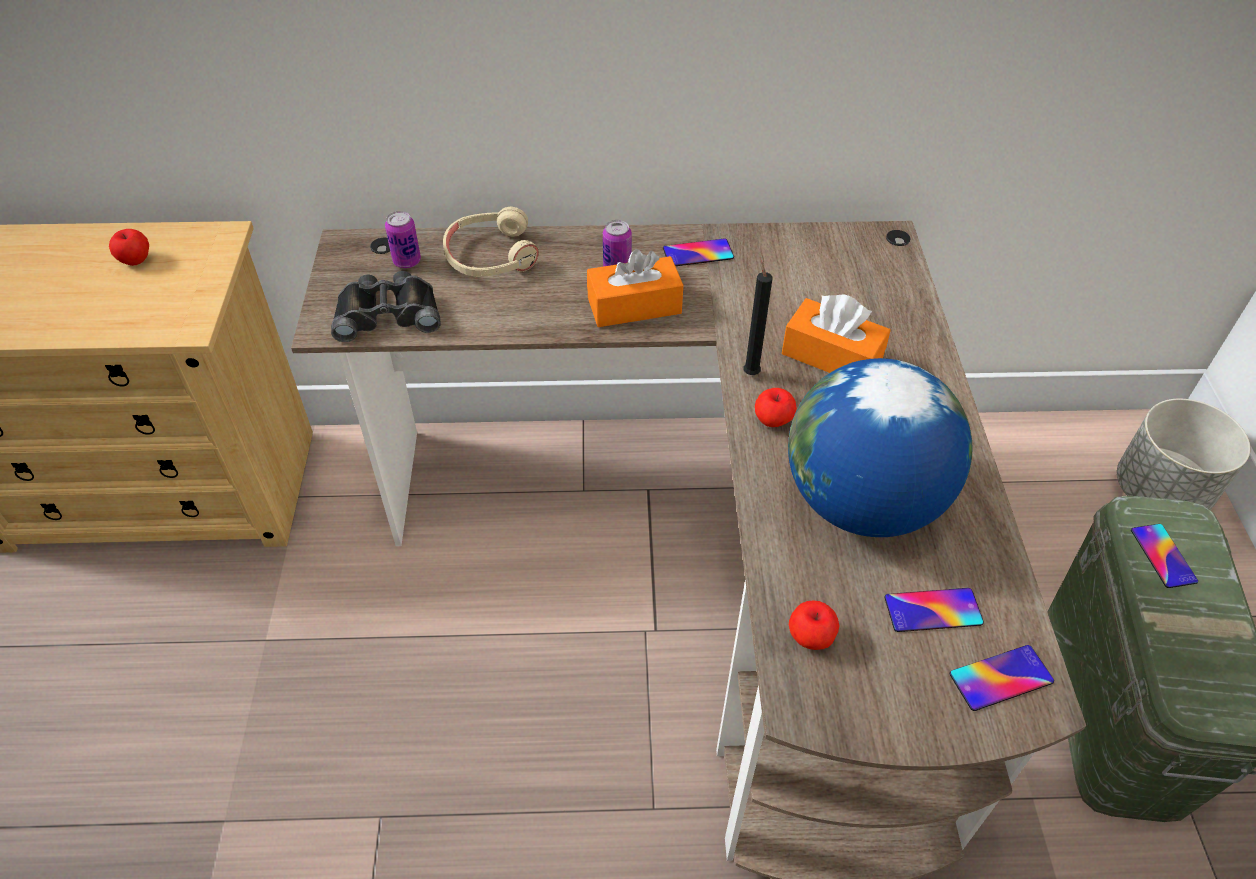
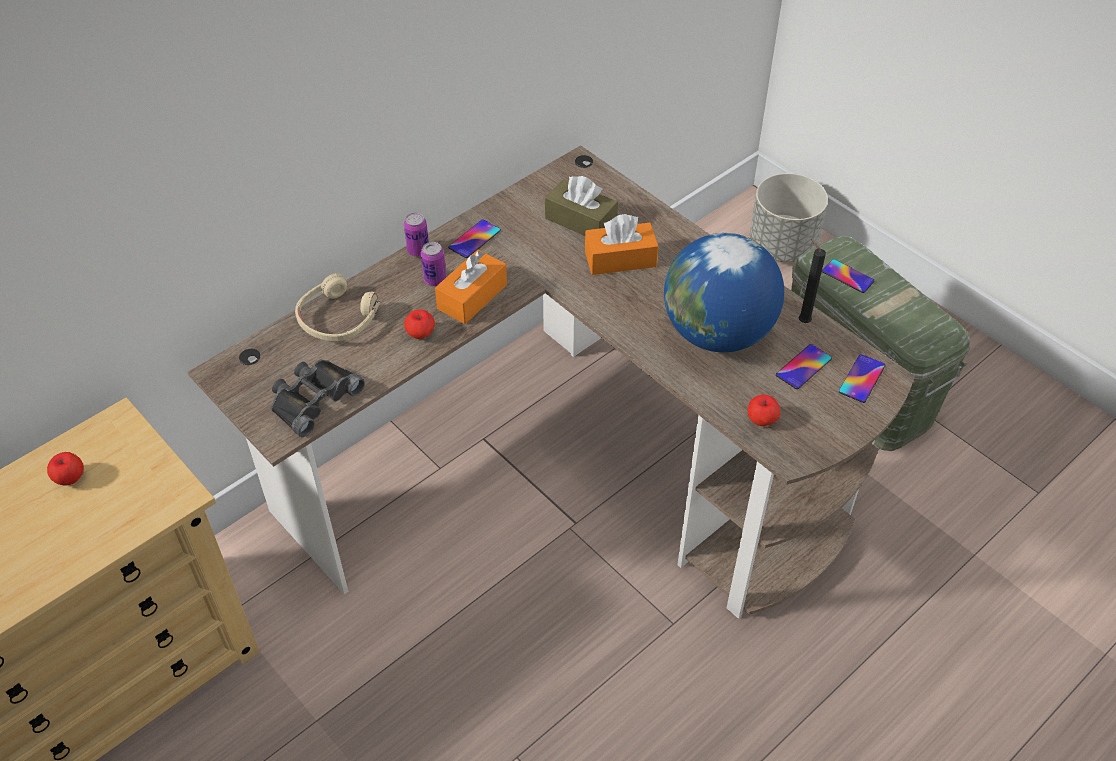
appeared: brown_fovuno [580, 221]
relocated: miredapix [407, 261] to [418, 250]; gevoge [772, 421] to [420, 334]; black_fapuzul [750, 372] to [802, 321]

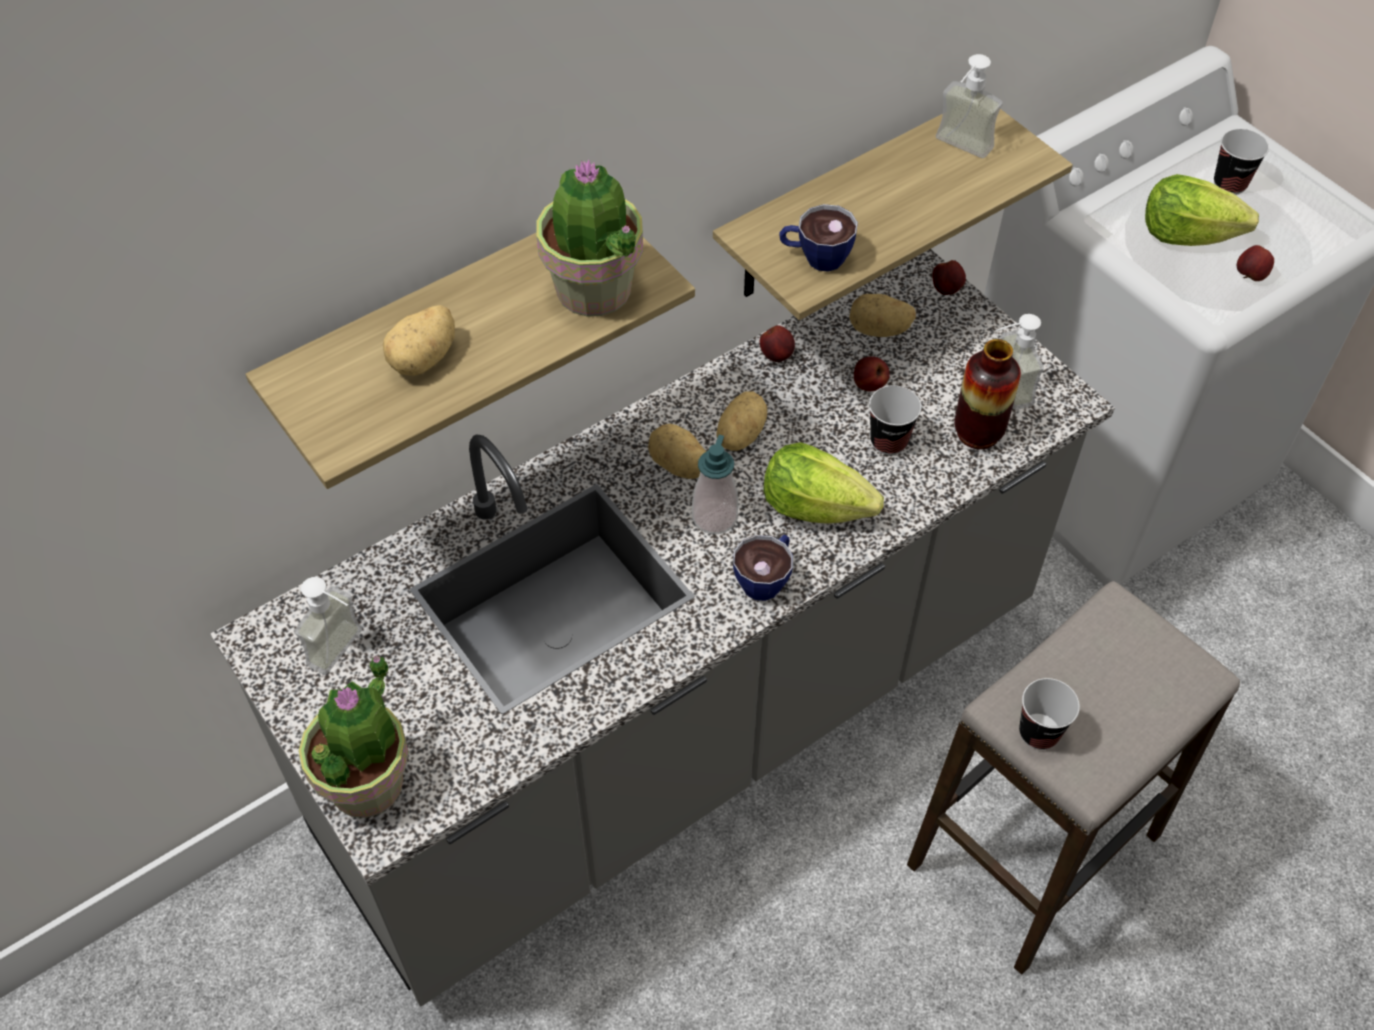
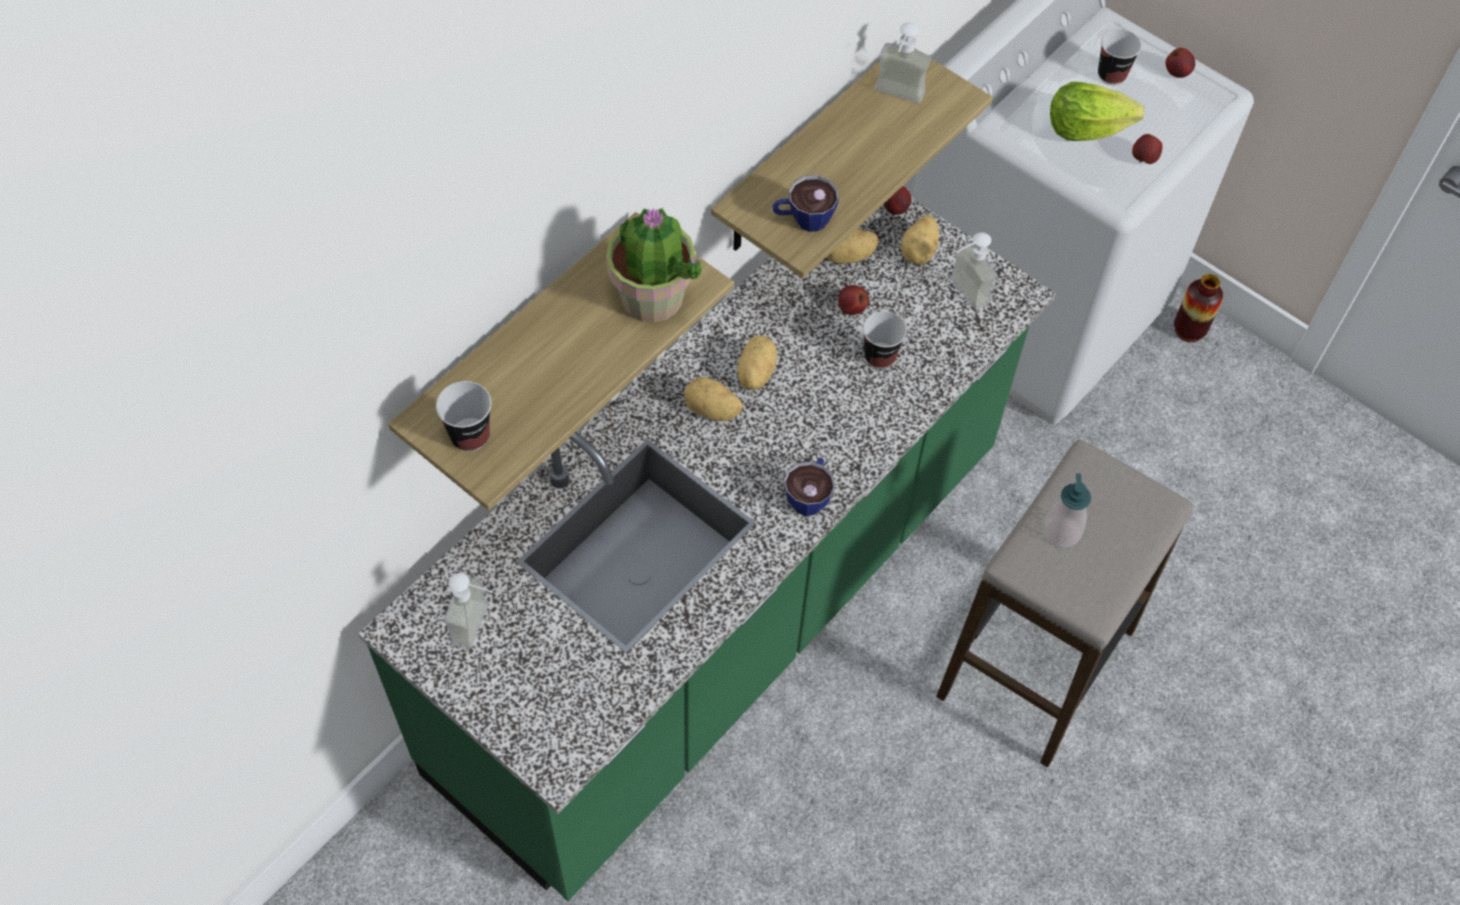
missing: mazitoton [368, 783]; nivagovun [814, 506]
relocated: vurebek [1039, 733] to [470, 436]; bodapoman [425, 359] to [920, 251]; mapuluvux [714, 517] to [1061, 532]; gevoge [777, 355] to [1177, 73]; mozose [978, 433] to [1189, 330]
colour: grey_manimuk [687, 724] to green_manimuk [723, 614]

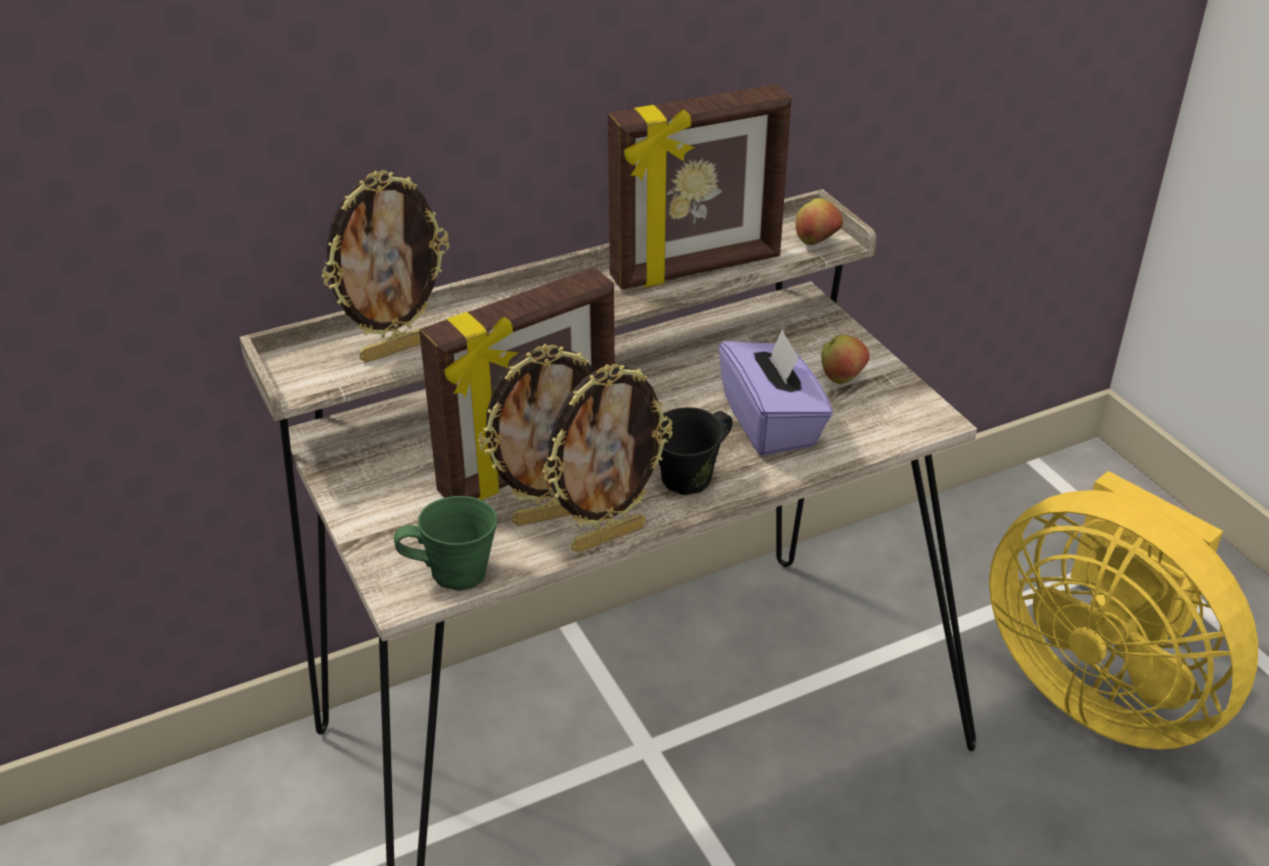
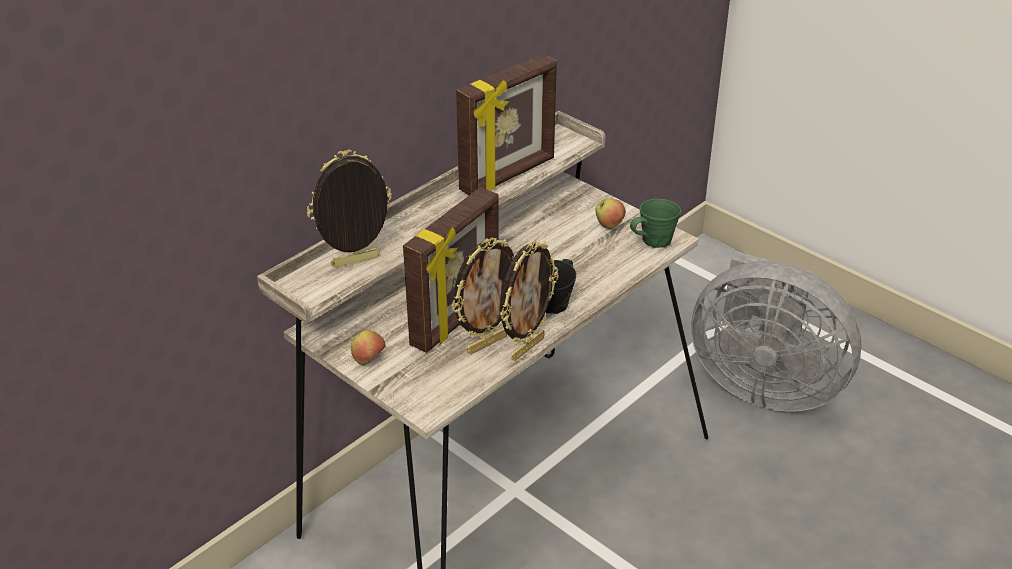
missing: purple_fovuno [772, 423]
relocated: gevoge [816, 243] to [369, 360]; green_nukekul [455, 573] to [654, 241]
colour: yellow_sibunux [1099, 689] to grey_sibunux [763, 384]
spun: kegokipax [396, 349] = [356, 263] 150 degrees counterclockwise

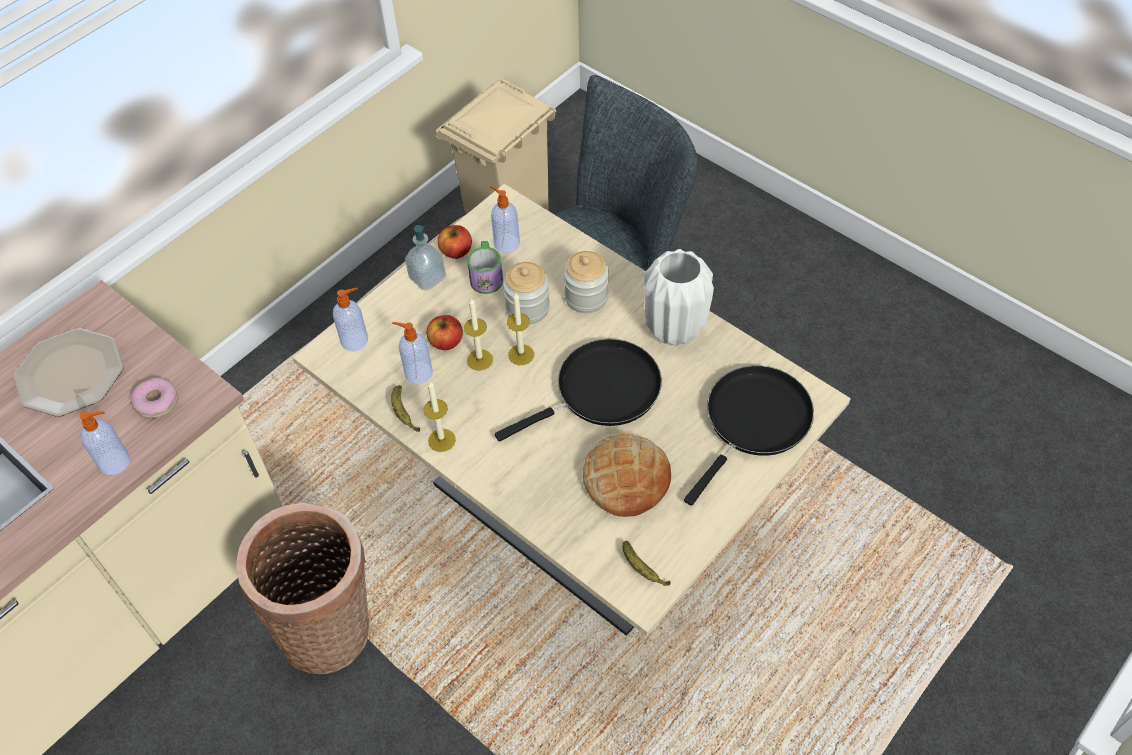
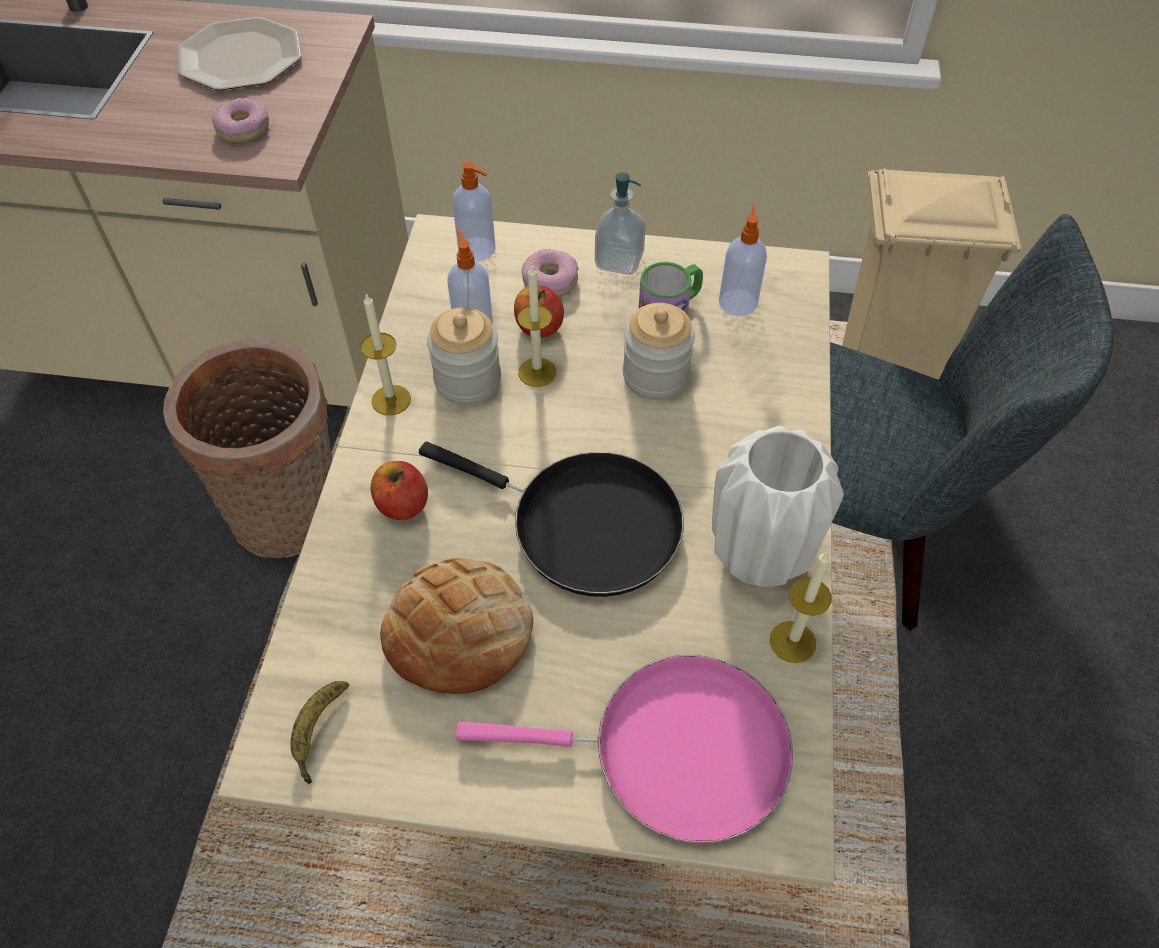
missing: mapuluvux [116, 462]; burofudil [404, 413]
appeared: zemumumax [550, 280]
relocated: gevoge [456, 251] to [402, 505]; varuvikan [586, 297] to [468, 381]; fapuzul [521, 354] to [792, 642]
colour: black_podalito [754, 422] to pink_podalito [675, 751]

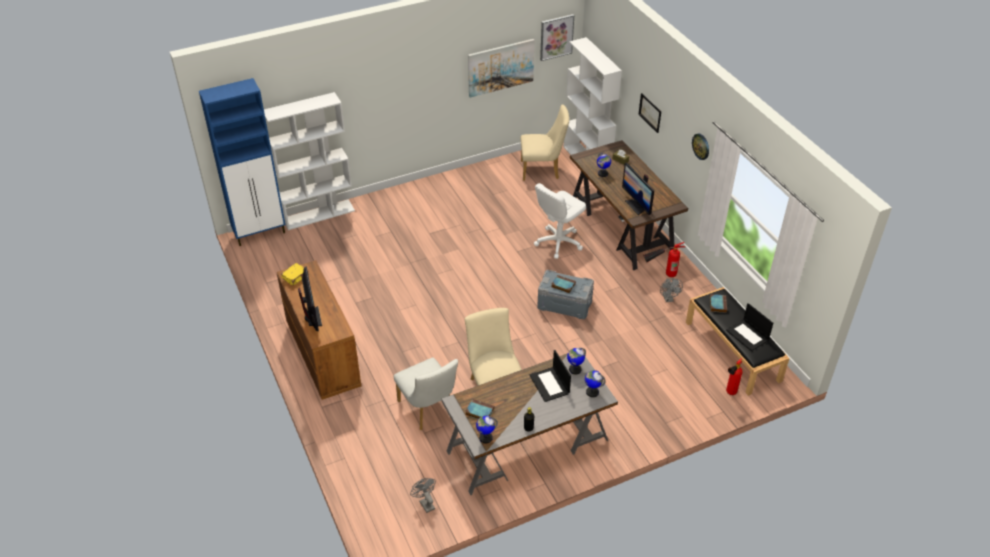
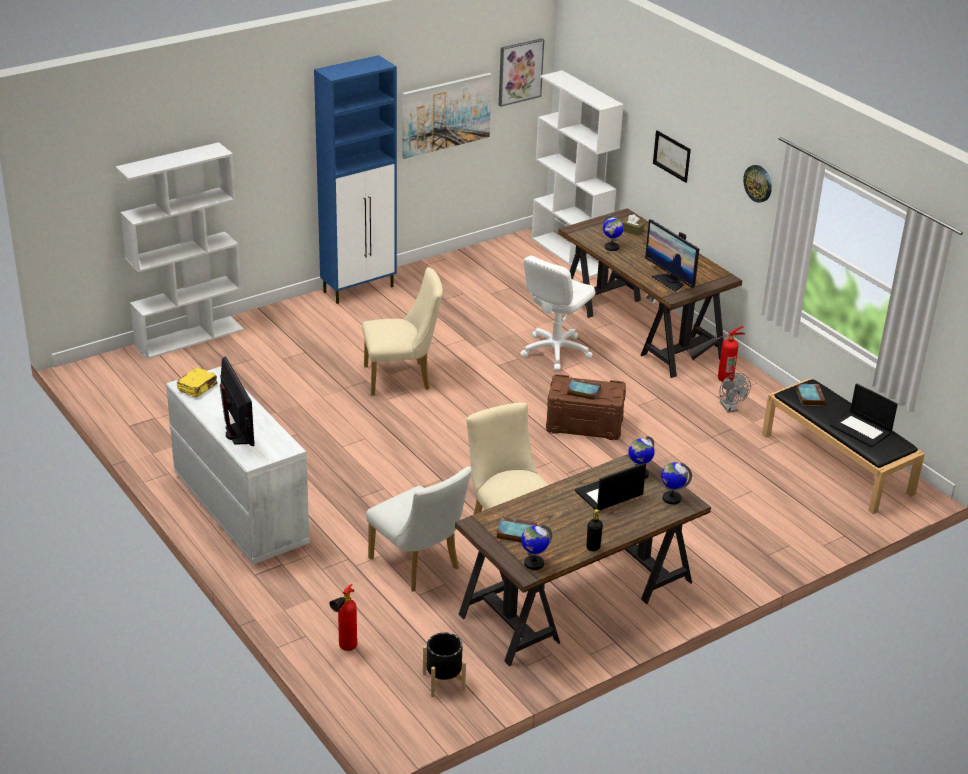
relocated: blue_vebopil [260, 233] to [359, 289]; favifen [729, 393] to [345, 649]; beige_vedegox [543, 170] to [402, 378]
exchanged: grey_sibunux [425, 503] to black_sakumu [444, 682]
colour: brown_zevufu [323, 354] to white_zevufu [240, 509]; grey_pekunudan [528, 446] to brown_pekunudan [577, 599]; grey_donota [564, 305] to brown_donota [584, 425]
spun: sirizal [550, 384] = [608, 494] 90 degrees clockwise

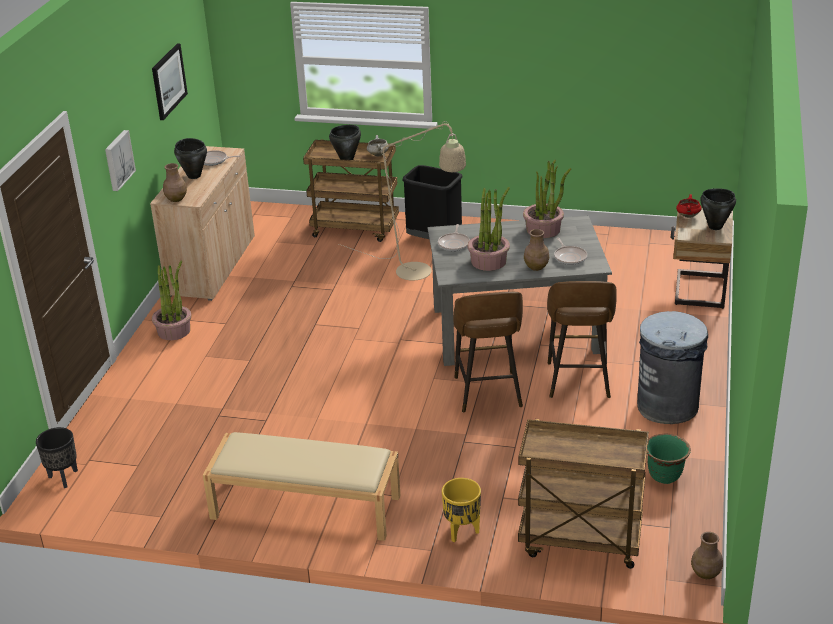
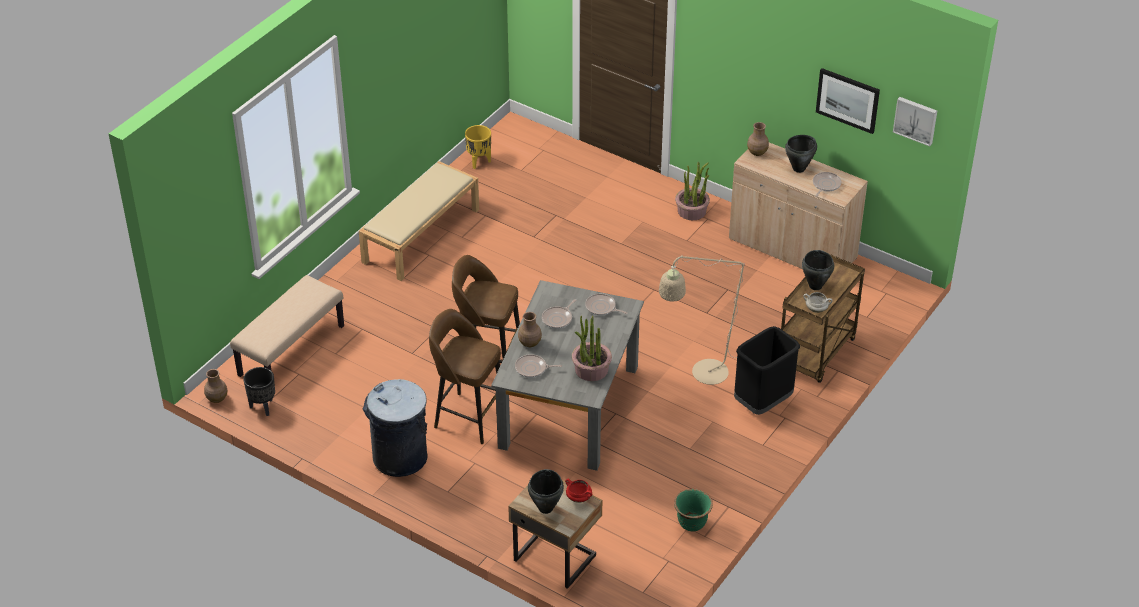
relocated: black_sakumu [63, 478] to [263, 407]; yellow_sakumu [461, 532] to [479, 162]; green_sakumu [665, 475] to [692, 523]; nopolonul [118, 160] to [915, 120]
exchanged: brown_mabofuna [579, 542] to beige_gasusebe [291, 350]; mazitoton [489, 261] to podalito [558, 319]

